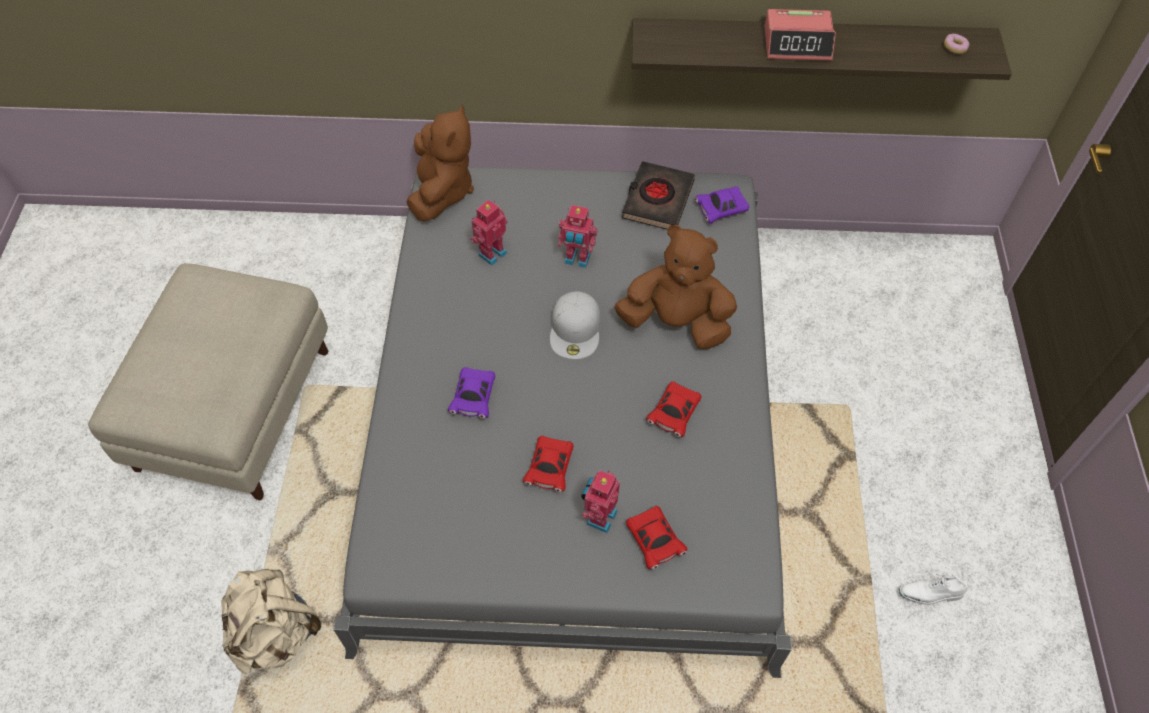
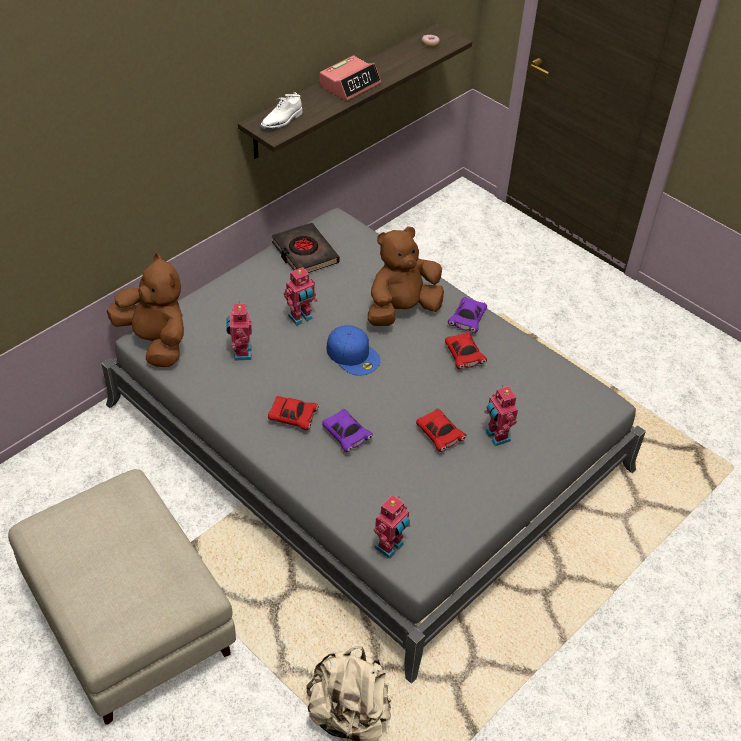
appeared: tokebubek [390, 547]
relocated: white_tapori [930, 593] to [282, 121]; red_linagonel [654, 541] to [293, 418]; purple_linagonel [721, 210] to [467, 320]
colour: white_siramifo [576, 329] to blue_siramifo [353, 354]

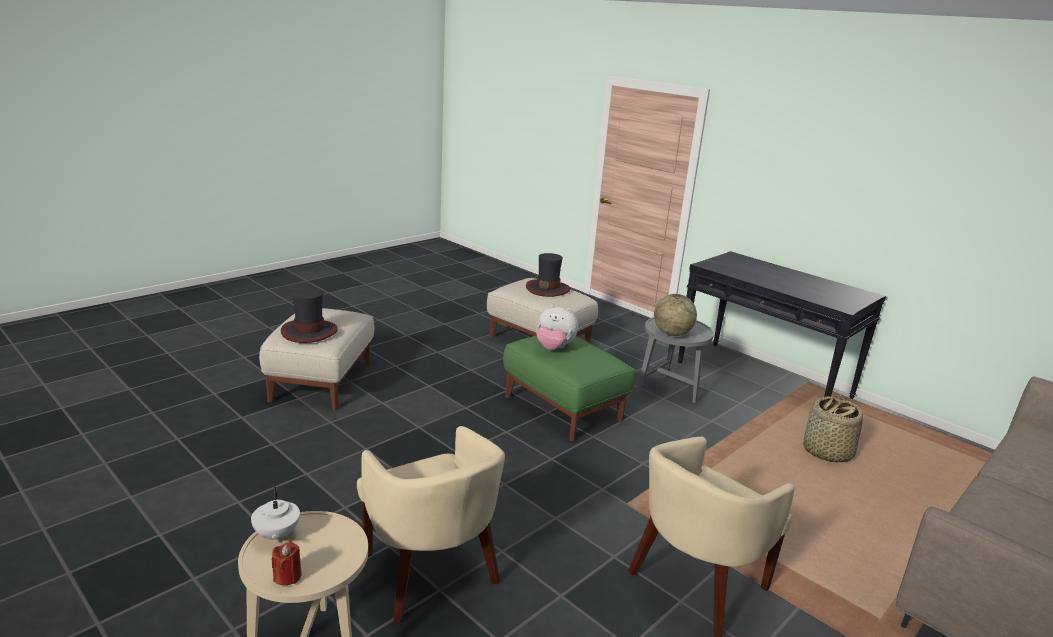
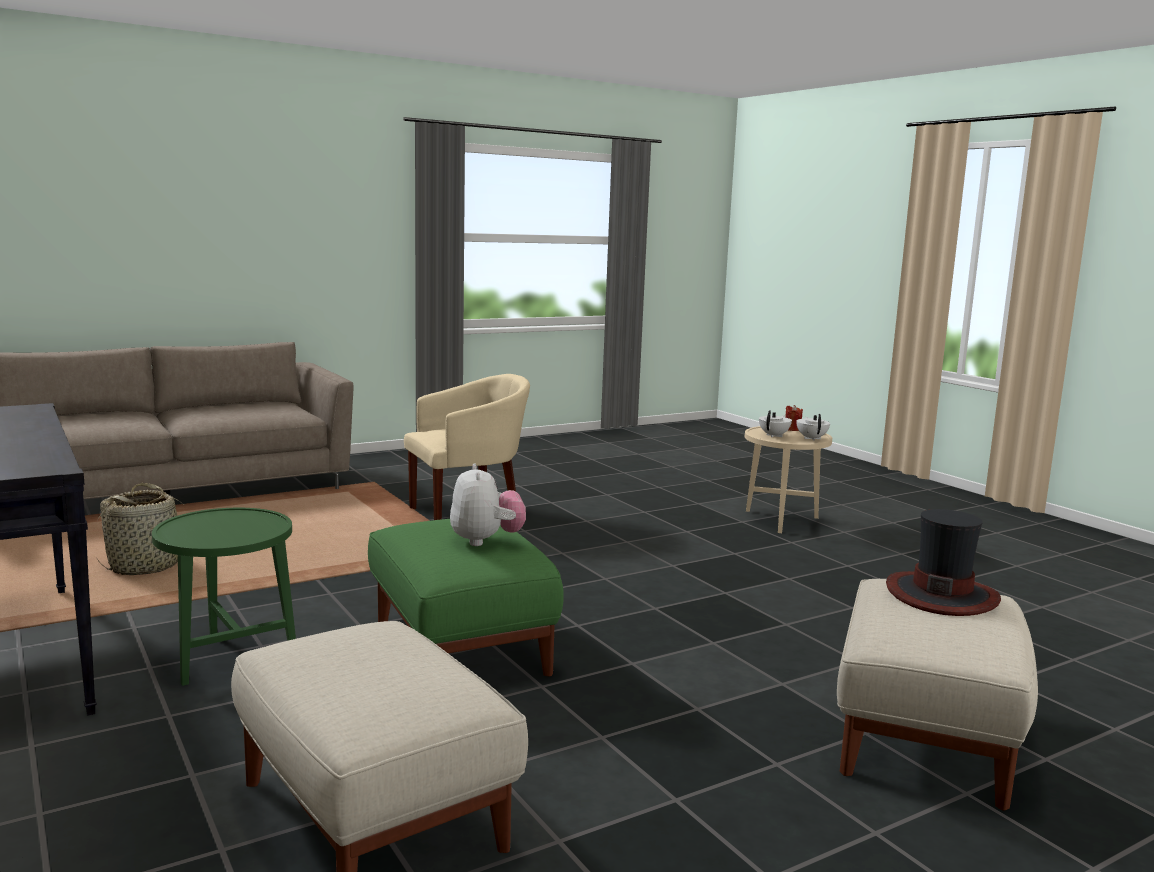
missing: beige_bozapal [430, 574]; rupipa [547, 289]; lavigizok [672, 334]
appeared: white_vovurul [774, 435]
colour: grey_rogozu [668, 391] to green_rogozu [229, 656]
spun: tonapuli [554, 348] = [486, 541] 45 degrees clockwise

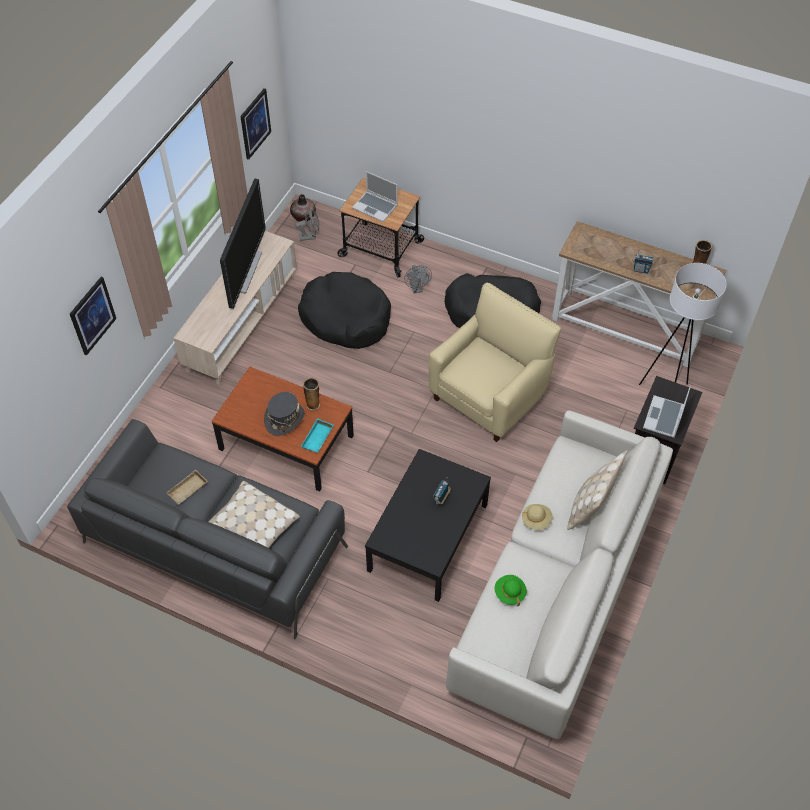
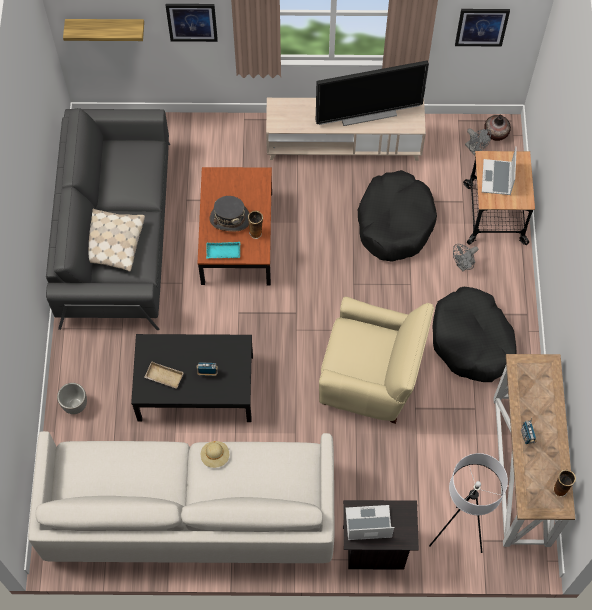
missing: green_rupipa [509, 593]; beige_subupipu [590, 506]
appeared: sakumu [75, 405]; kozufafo [106, 27]
relocated: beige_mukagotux [188, 490] to [163, 377]

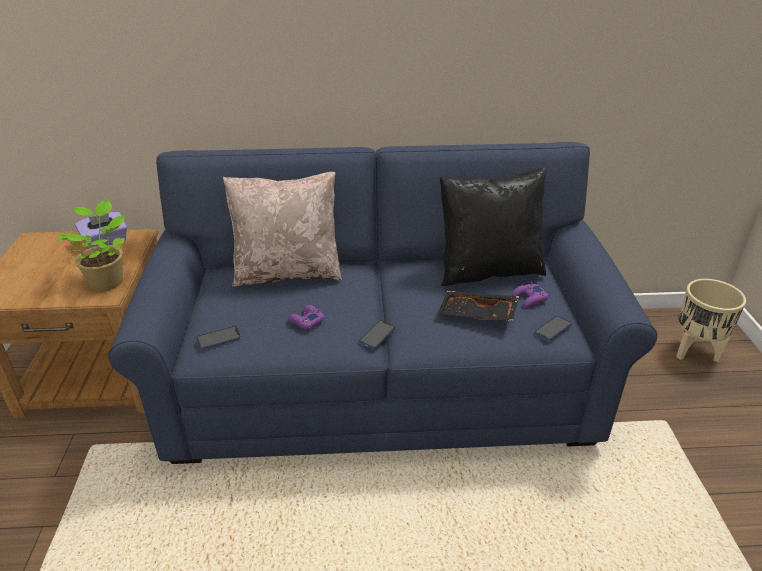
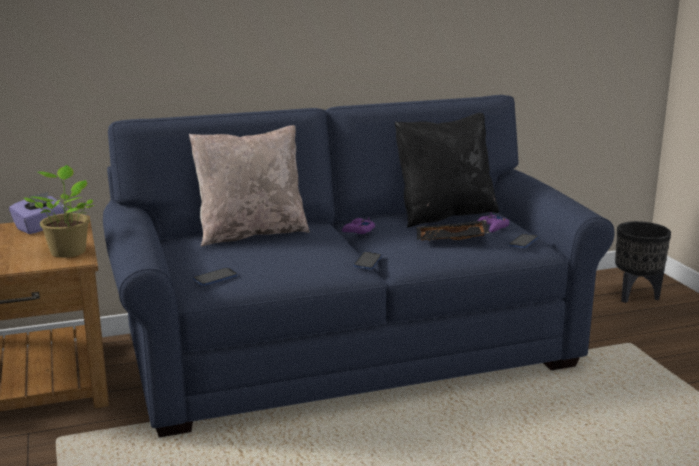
relocated: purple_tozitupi [306, 321] to [358, 231]
colour: beige_sakumu [694, 352] to black_sakumu [635, 296]

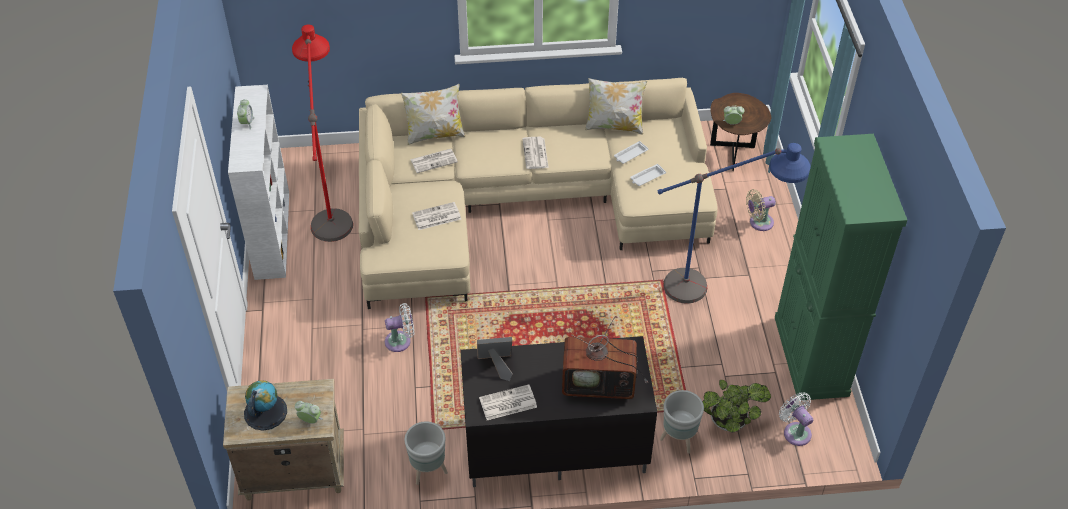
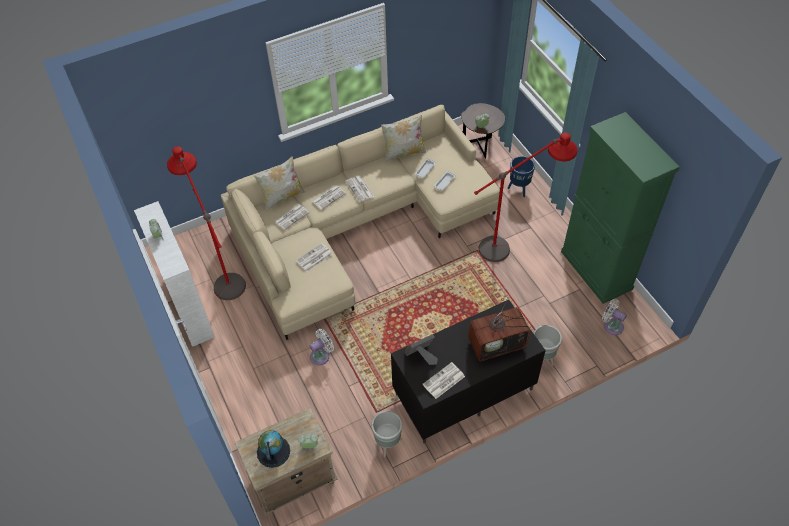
missing: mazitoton [730, 422]
appeared: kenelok [329, 197]
exchanged: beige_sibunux [758, 222] to blue_sakumu [519, 189]
colour: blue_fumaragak [716, 288] to red_fumaragak [514, 243]

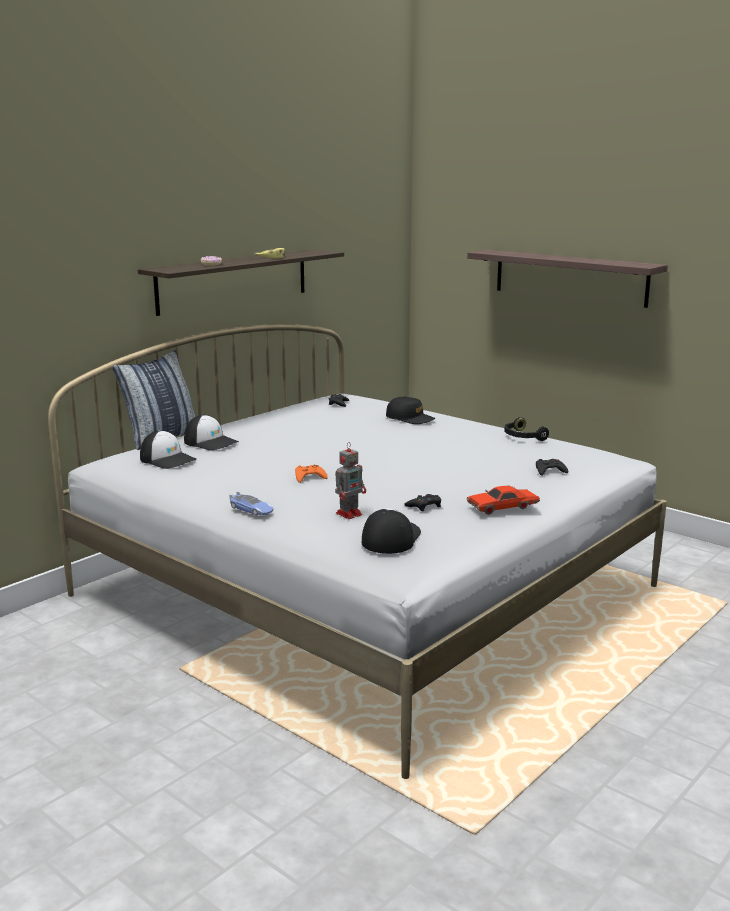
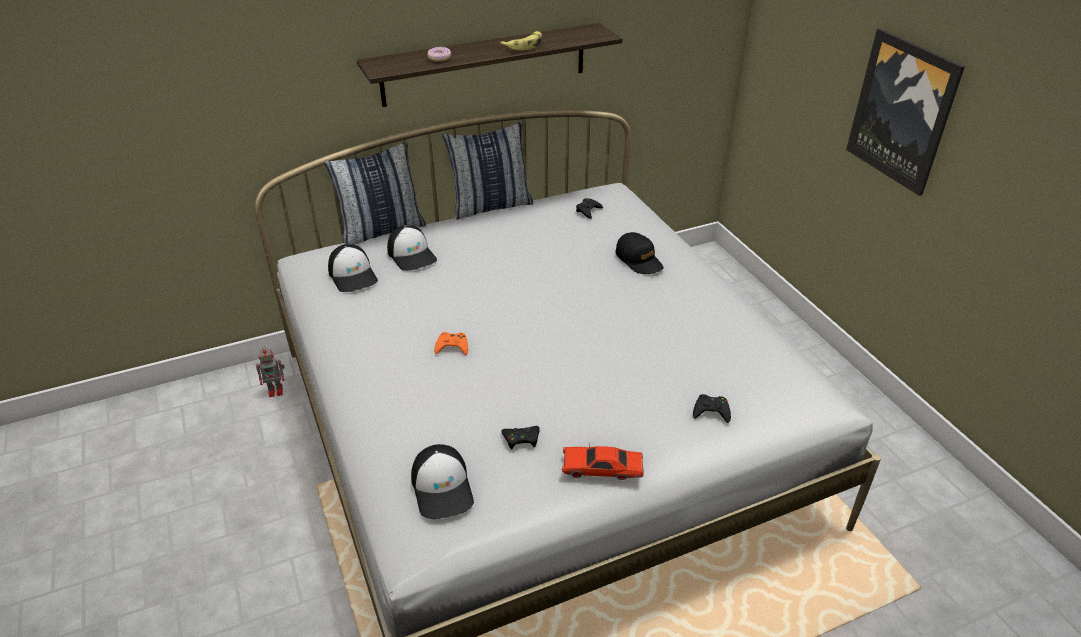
missing: linagonel [251, 509]; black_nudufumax [522, 437]
appeared: subupipu [491, 206]
relocated: tokebubek [350, 513] to [276, 390]
exchanged: kozufafo [570, 277] to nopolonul [902, 111]
spun: siramifo [390, 538] = [443, 488] 120 degrees clockwise

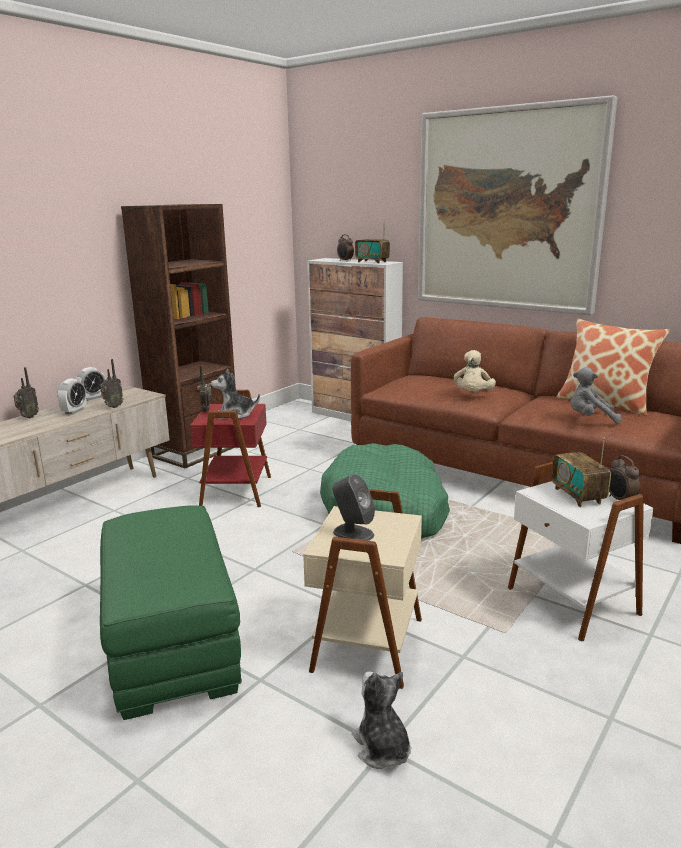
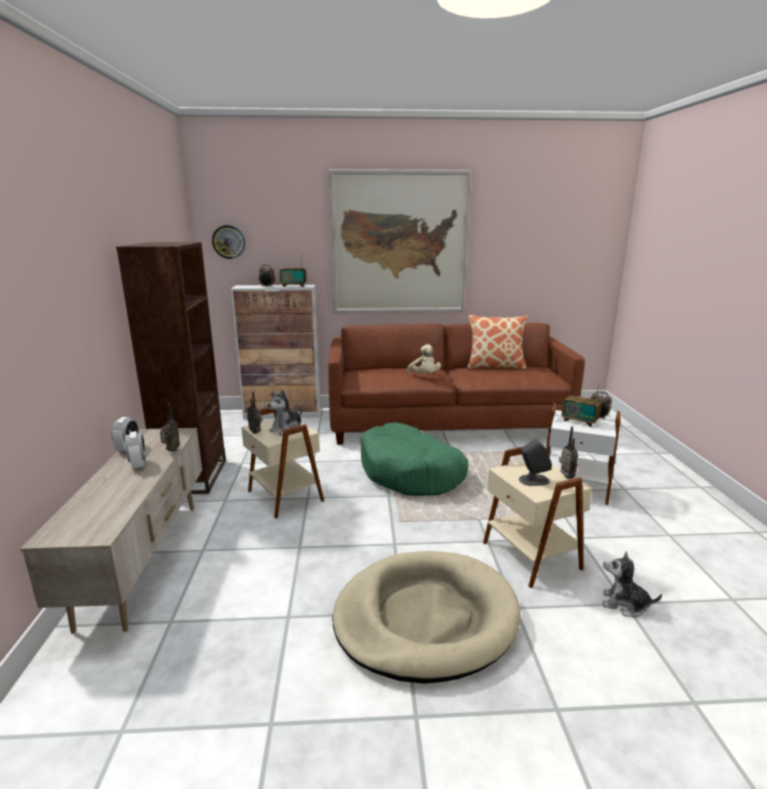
missing: grey_tonapuli [590, 419]
appeared: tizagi [228, 242]
relocated: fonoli [28, 417] to [565, 478]
exchanged: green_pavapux [170, 641] to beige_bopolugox [425, 618]
colour: red_rogozu [234, 491] to beige_rogozu [284, 496]

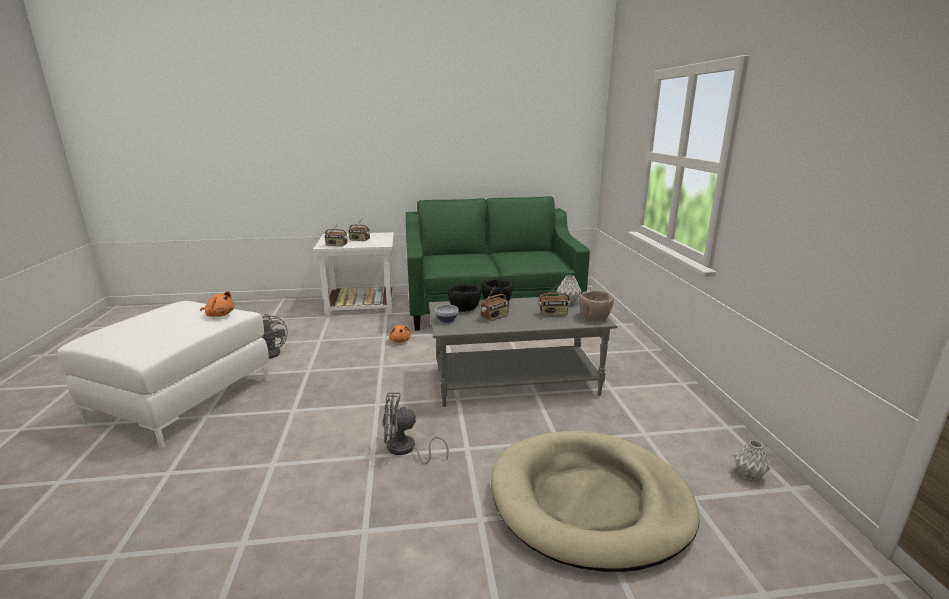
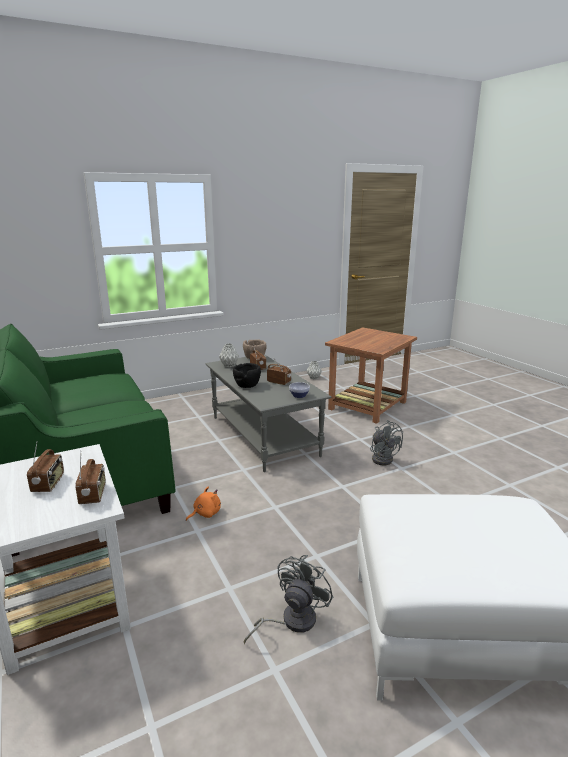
missing: orange_tonapuli [219, 315]; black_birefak [465, 309]
exchanged: beige_bopolugox [589, 501] to brown_rogozu [368, 405]

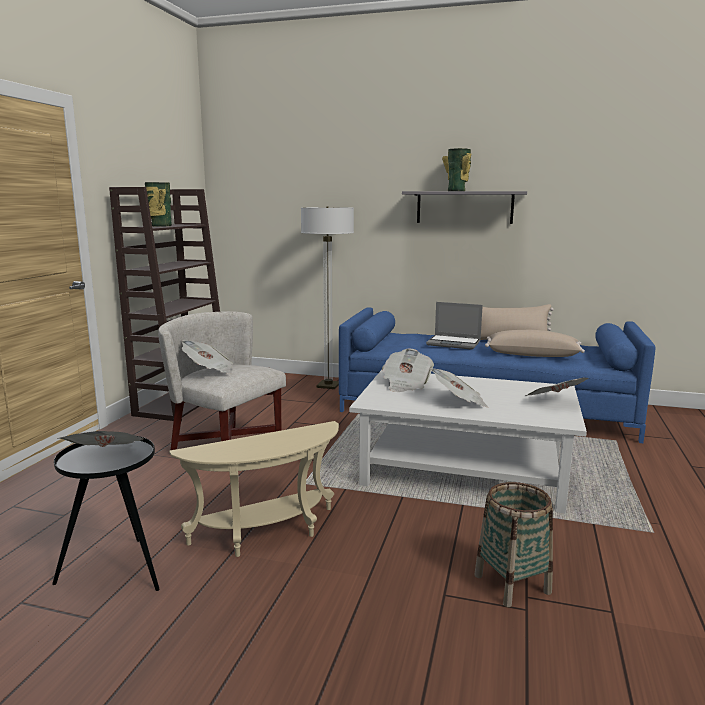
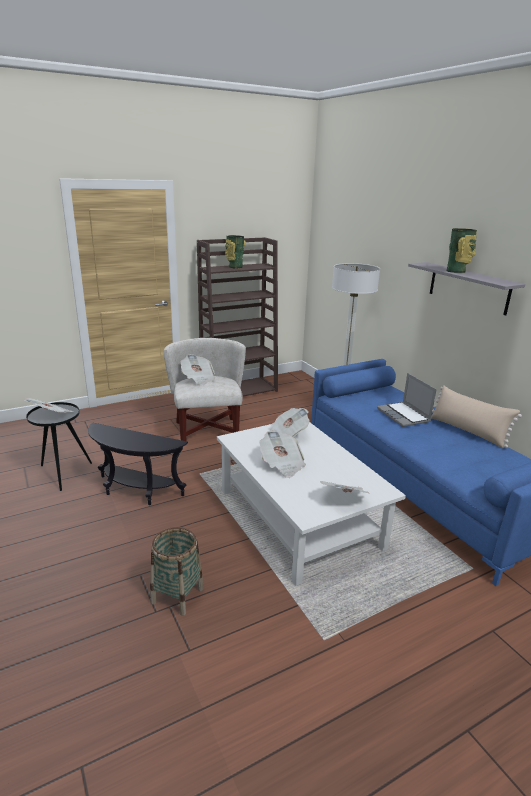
missing: beige_subupipu [532, 355]
colour: beige_rogozu [268, 534] to black_rogozu [135, 491]

